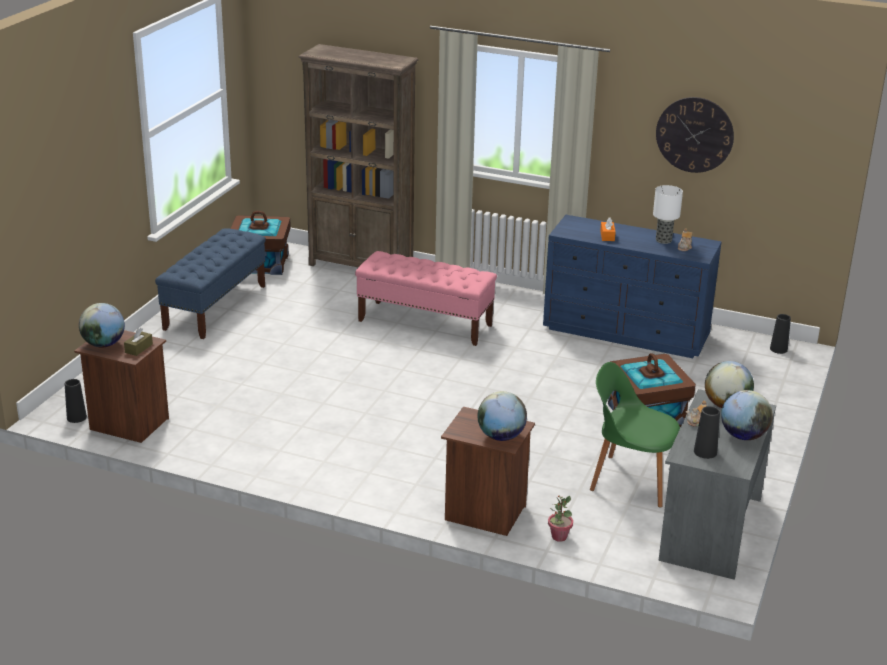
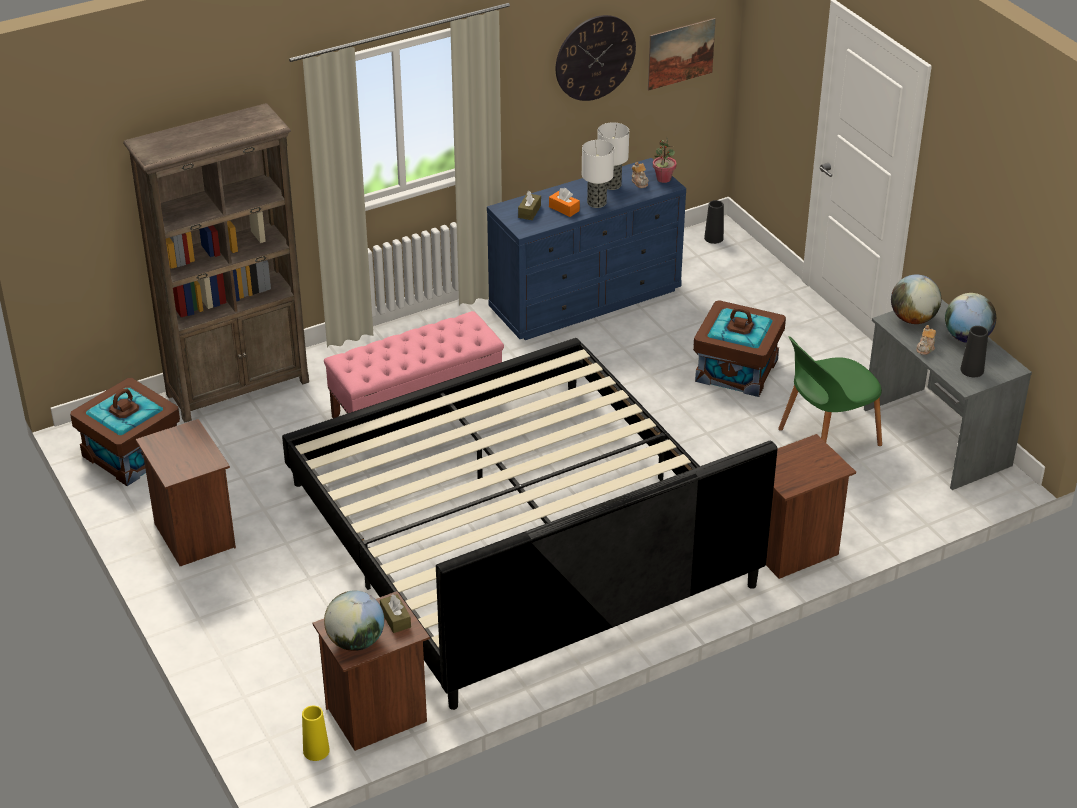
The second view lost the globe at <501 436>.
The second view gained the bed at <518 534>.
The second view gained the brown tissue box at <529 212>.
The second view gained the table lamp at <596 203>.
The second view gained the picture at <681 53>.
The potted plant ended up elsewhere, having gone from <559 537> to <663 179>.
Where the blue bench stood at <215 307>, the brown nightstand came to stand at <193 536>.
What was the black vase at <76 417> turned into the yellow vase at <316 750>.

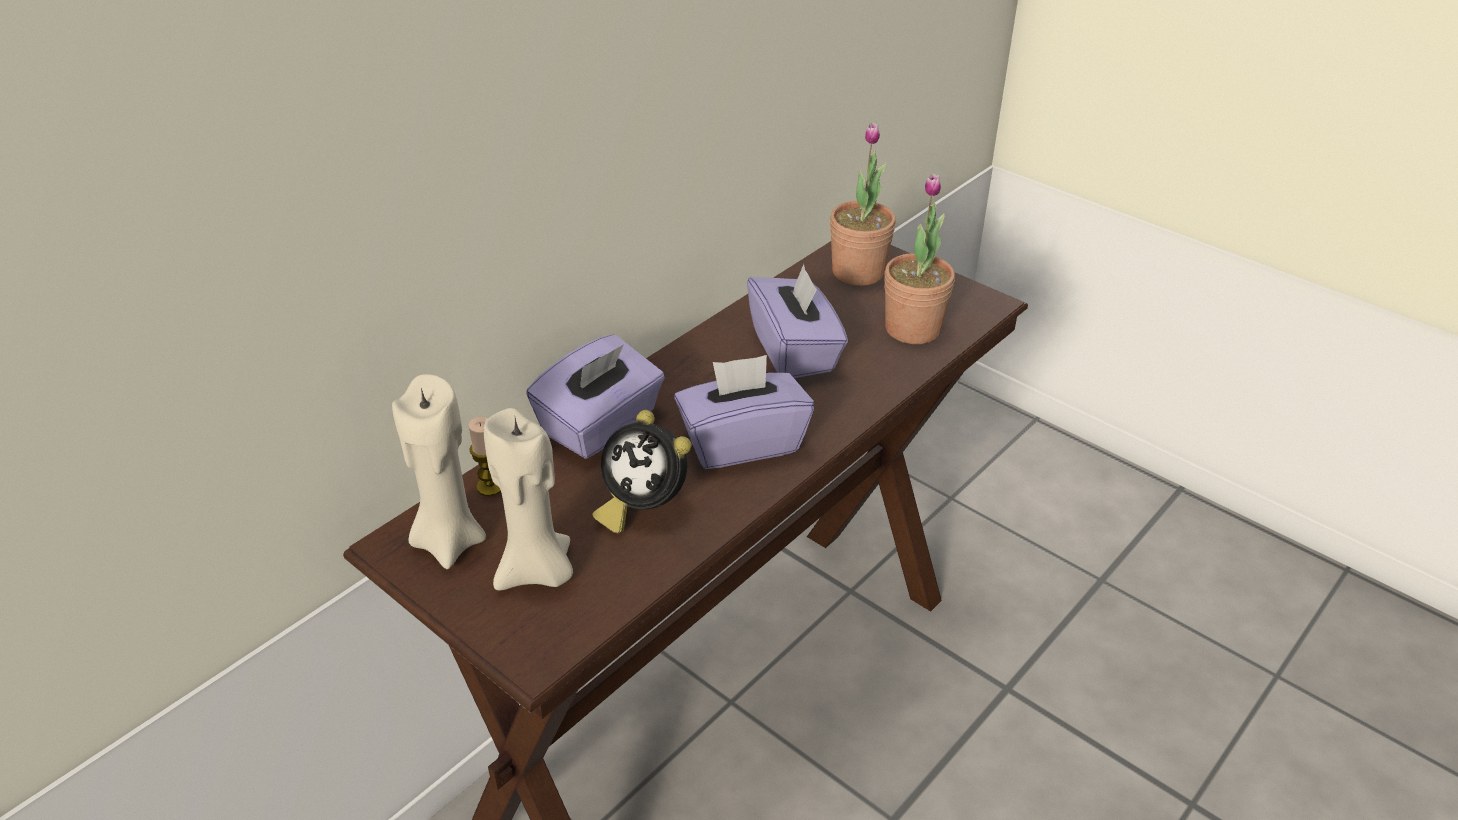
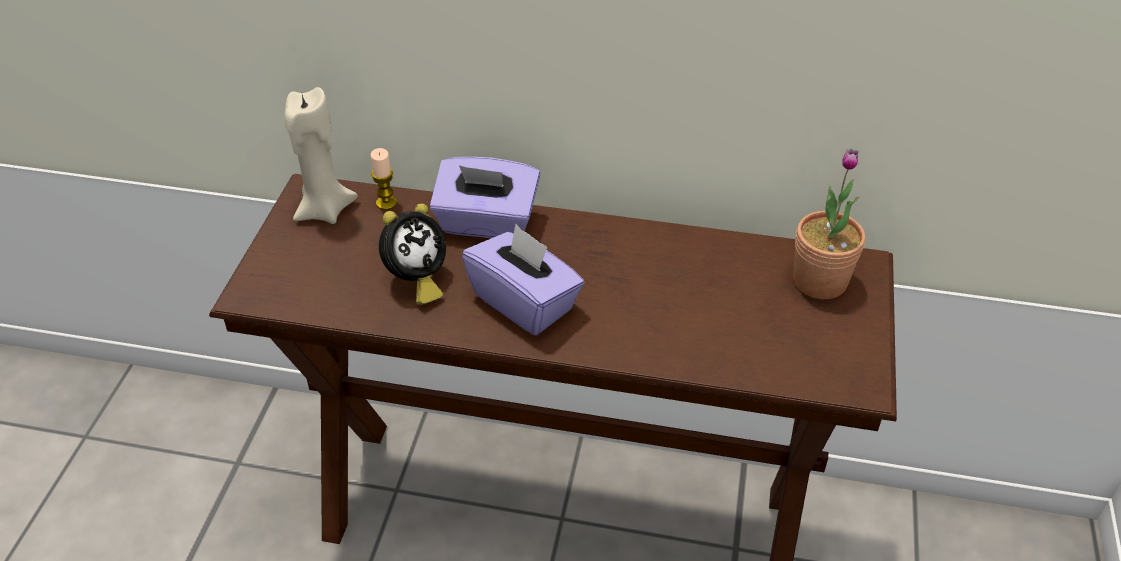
The second view lost the beige candle at <538 572>.
The second view lost the purple tissue box at <795 351>.
The second view lost the potted plant at <913 328>.
The alarm clock at <642 507> ended up facing another way, 135 degrees counterclockwise from before.

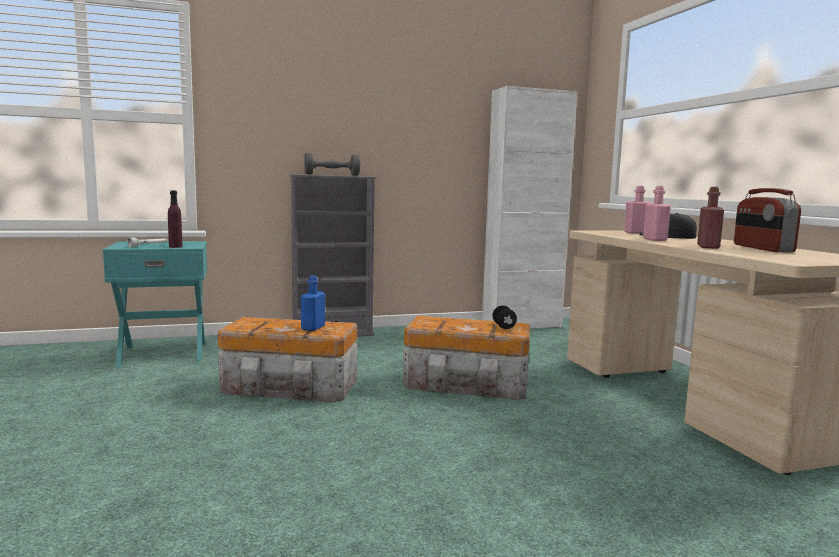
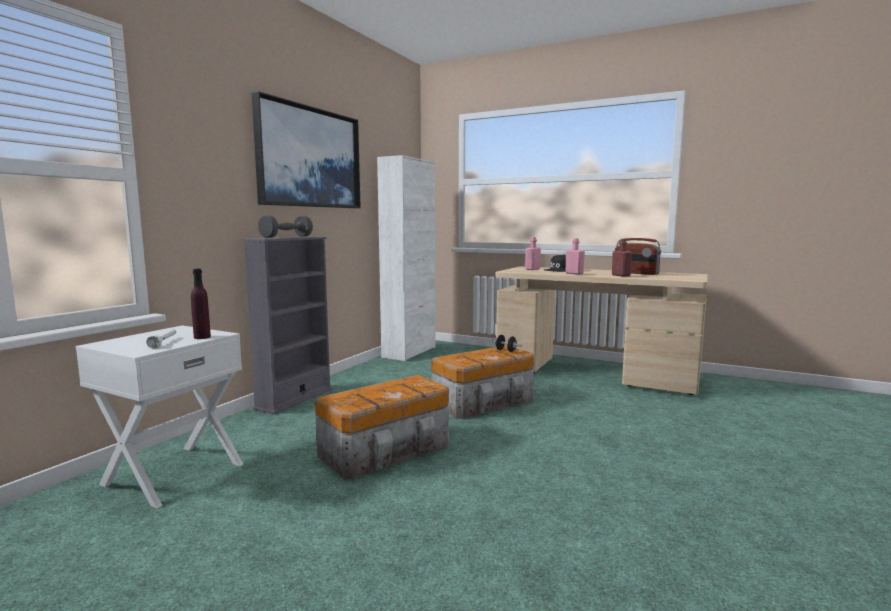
The second view lost the blue bottle at <313 328>.
The second view gained the picture at <309 158>.
What was the turquoise nightstand at <164 353> turned into the white nightstand at <173 473>.

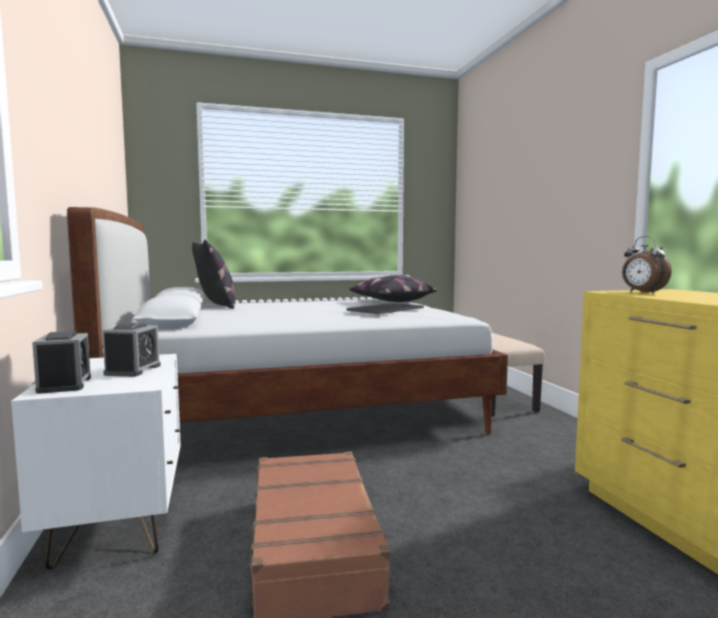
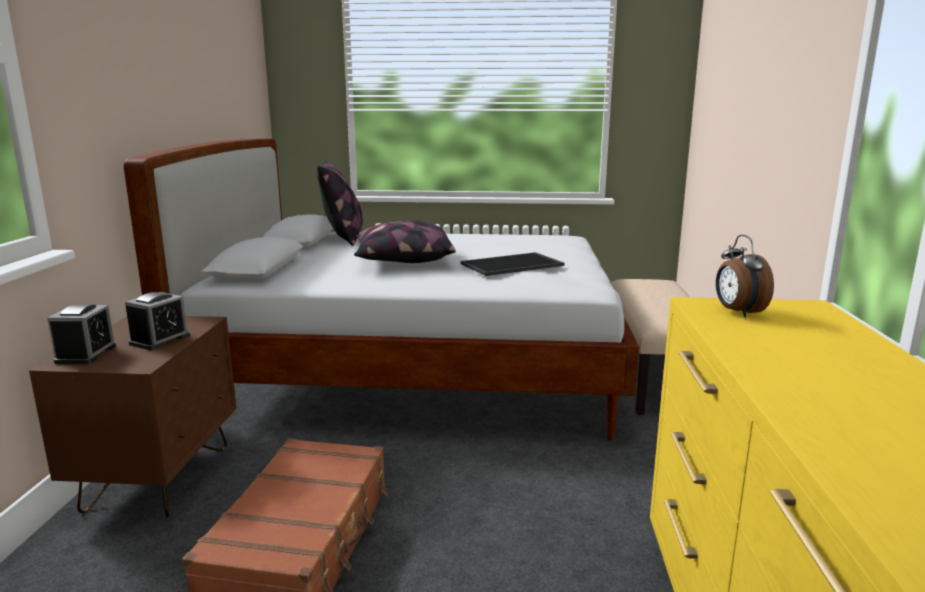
The pillow ended up elsewhere, having gone from <391 302> to <402 261>.
What was the white nightstand at <117 523> turned into the brown nightstand at <159 478>.

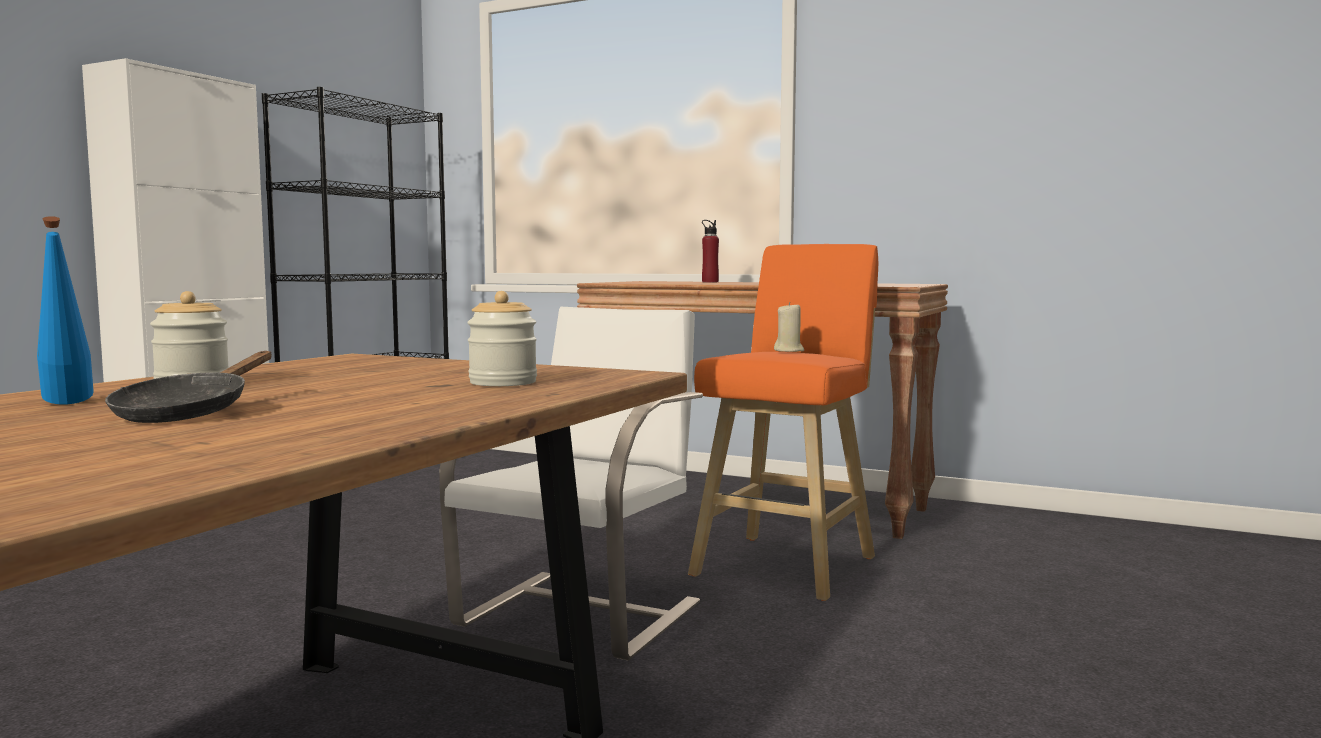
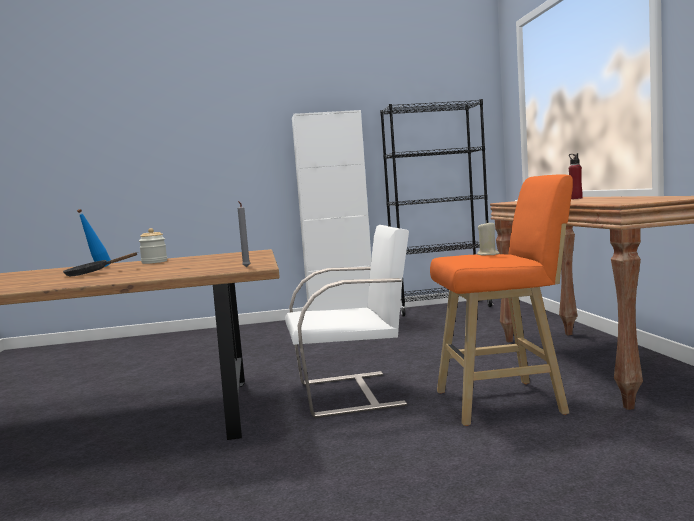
The second view lost the jar at <503 382>.
The second view gained the grey candle at <246 267>.

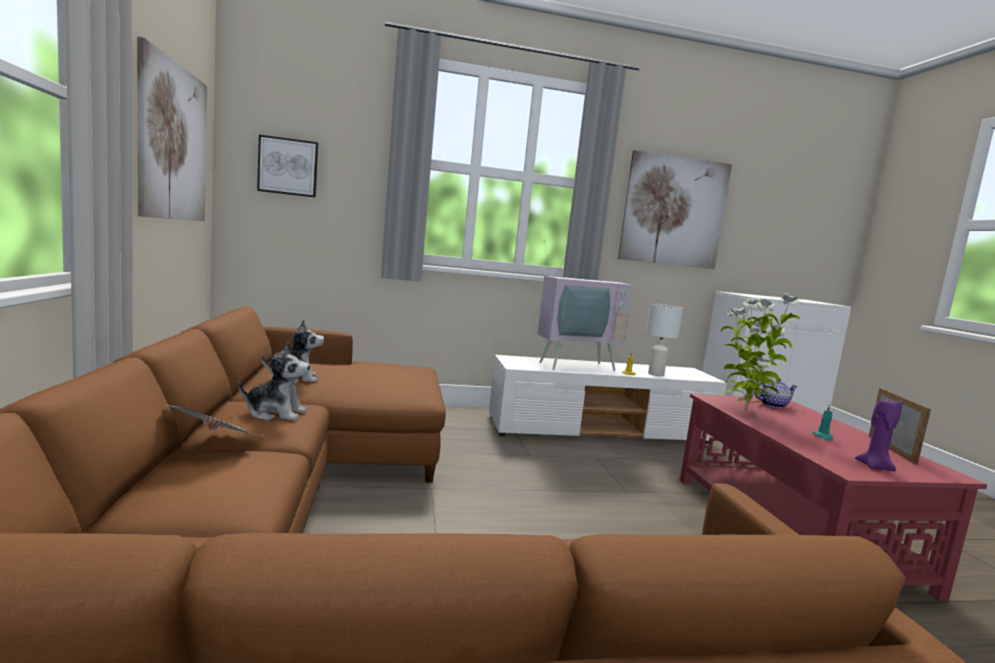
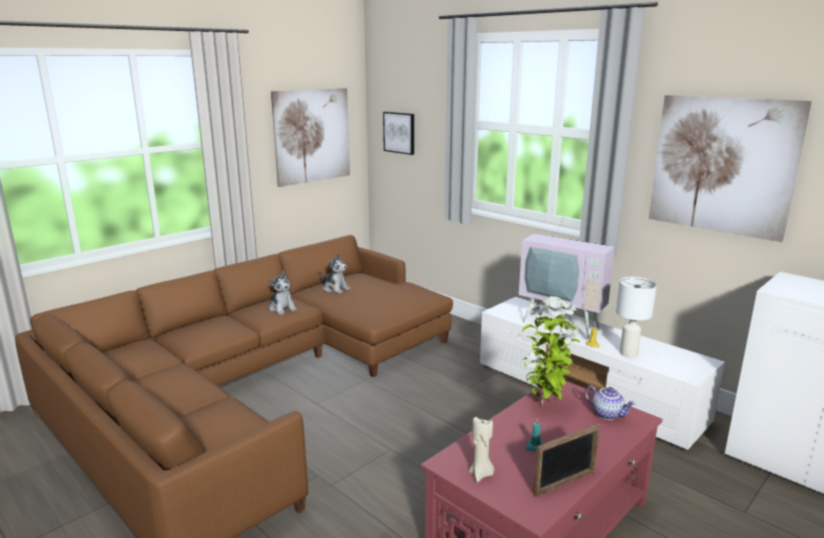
The second view lost the newspaper at <216 445>.
What was the purple candle at <874 466> turned into the beige candle at <481 474>.

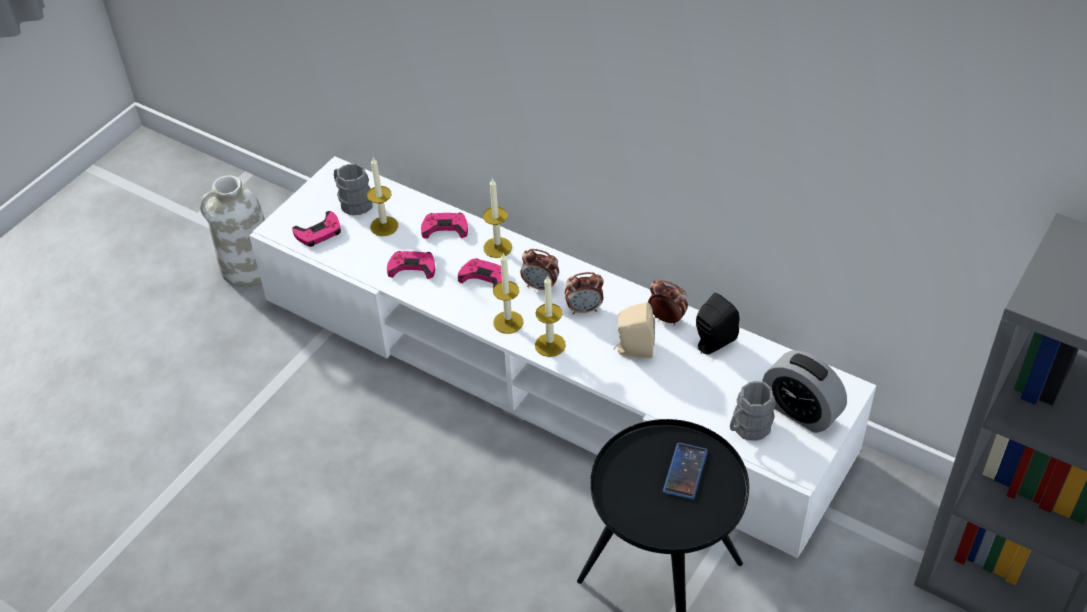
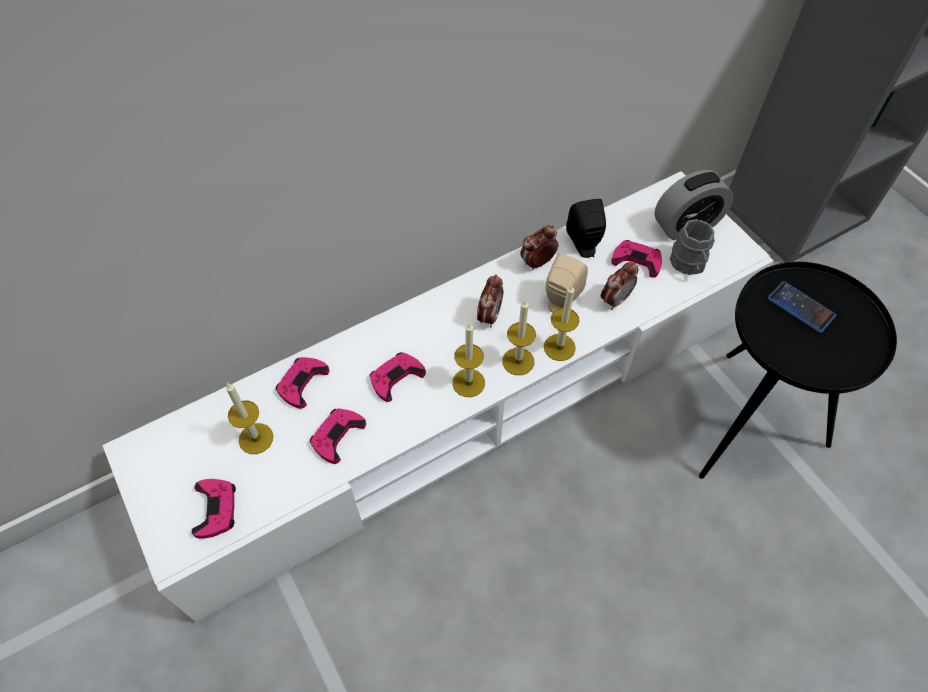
The second view lost the white vase at <249 268>.
The second view lost the grey mug at <353 202>.
The second view gained the pink game controller at <637 260>.
The candle ended up elsewhere, having gone from <497 247> to <559 347>.
The alarm clock ended up elsewhere, having gone from <540 286> to <615 300>.

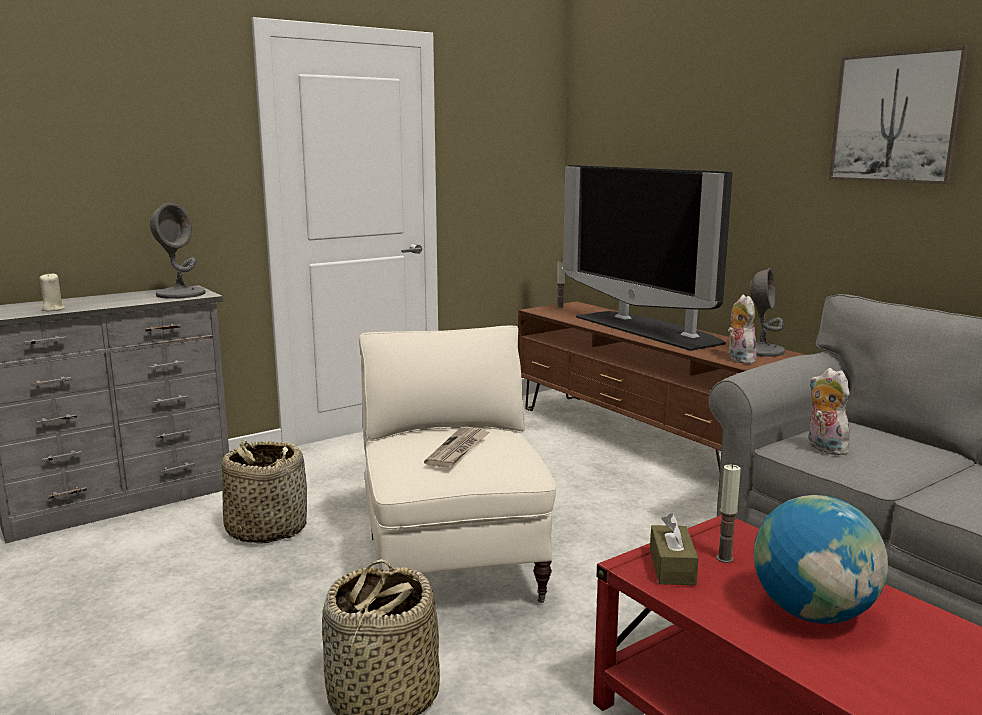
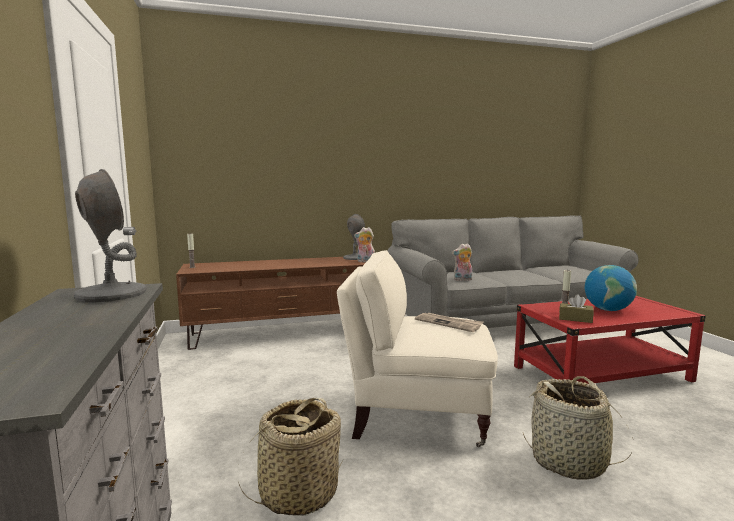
The second view lost the beige candle at <52 309>.
The second view lost the television at <648 329>.
The second view lost the picture at <896 118>.

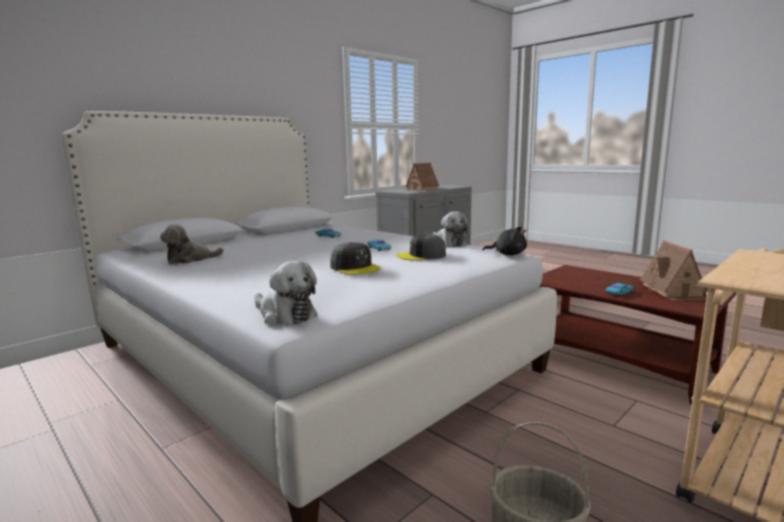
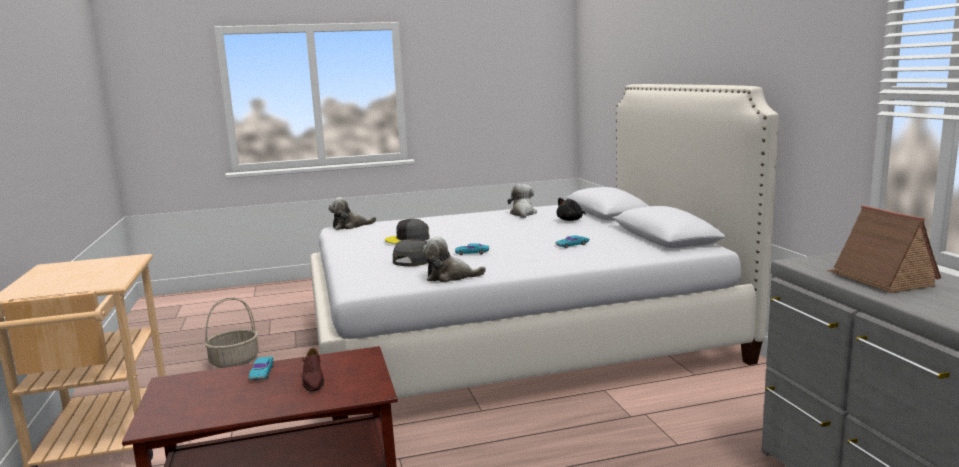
The second view lost the toy house at <673 291>.
The second view gained the brown shoe at <313 380>.
The black plush toy ended up elsewhere, having gone from <507 254> to <571 220>.

